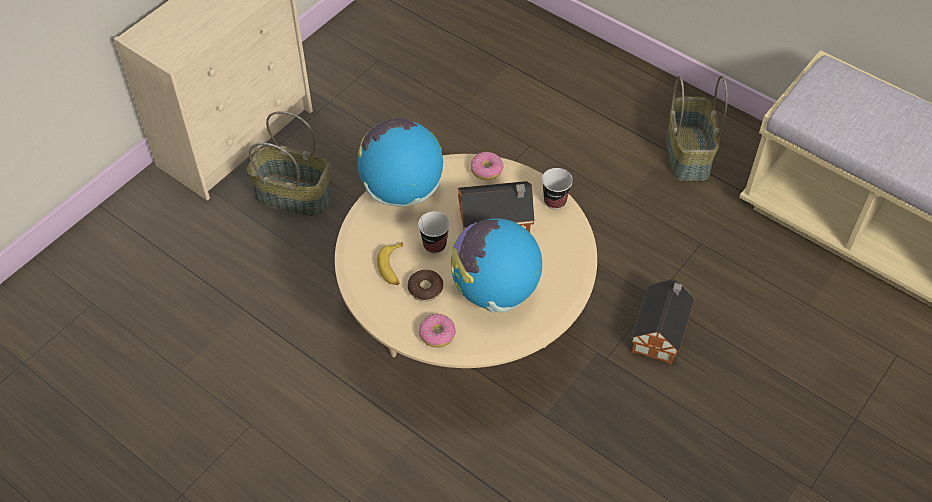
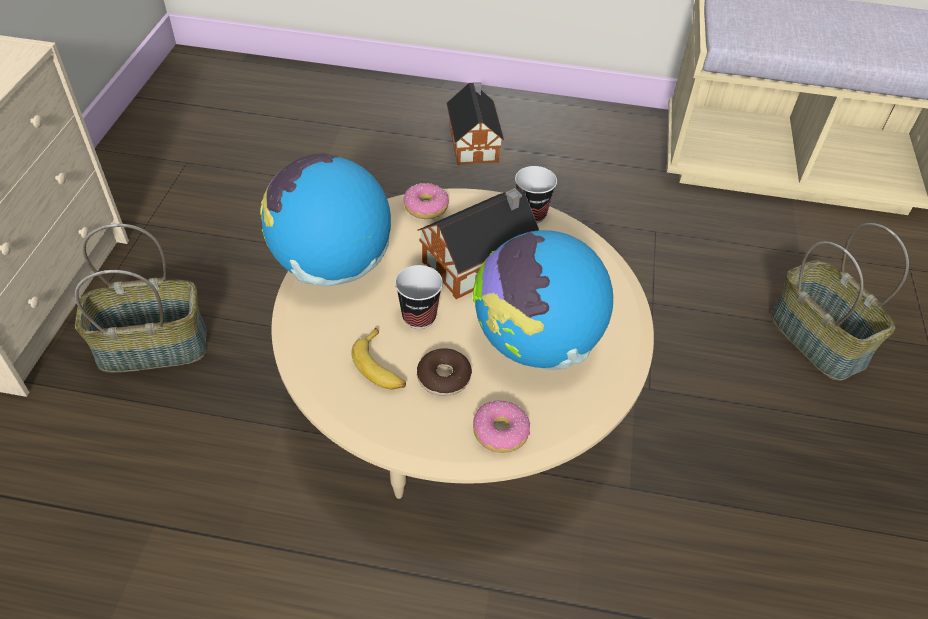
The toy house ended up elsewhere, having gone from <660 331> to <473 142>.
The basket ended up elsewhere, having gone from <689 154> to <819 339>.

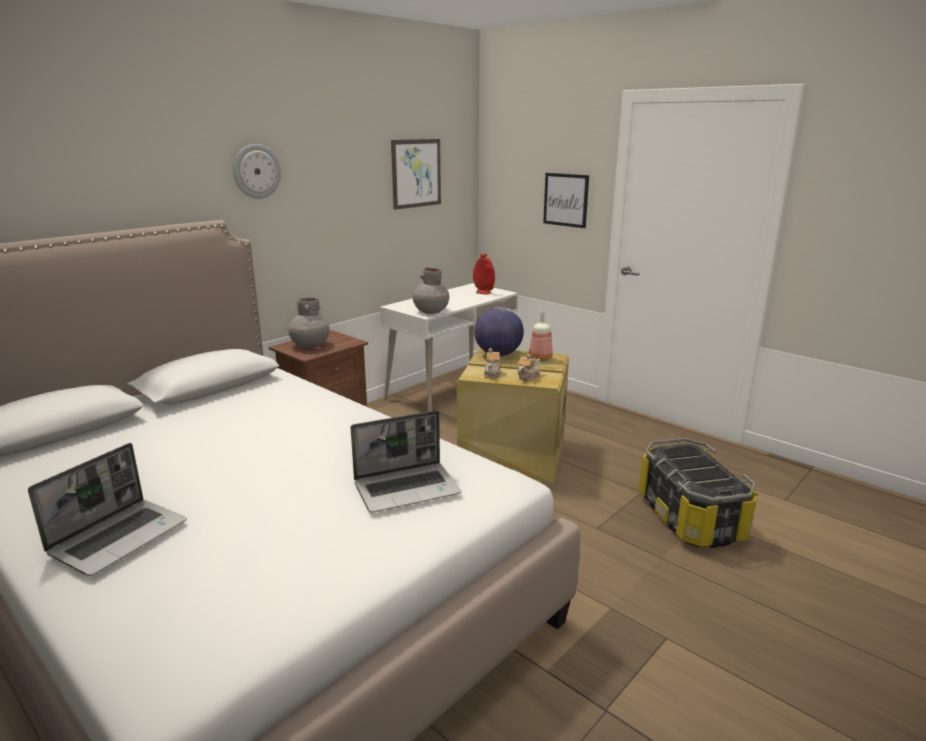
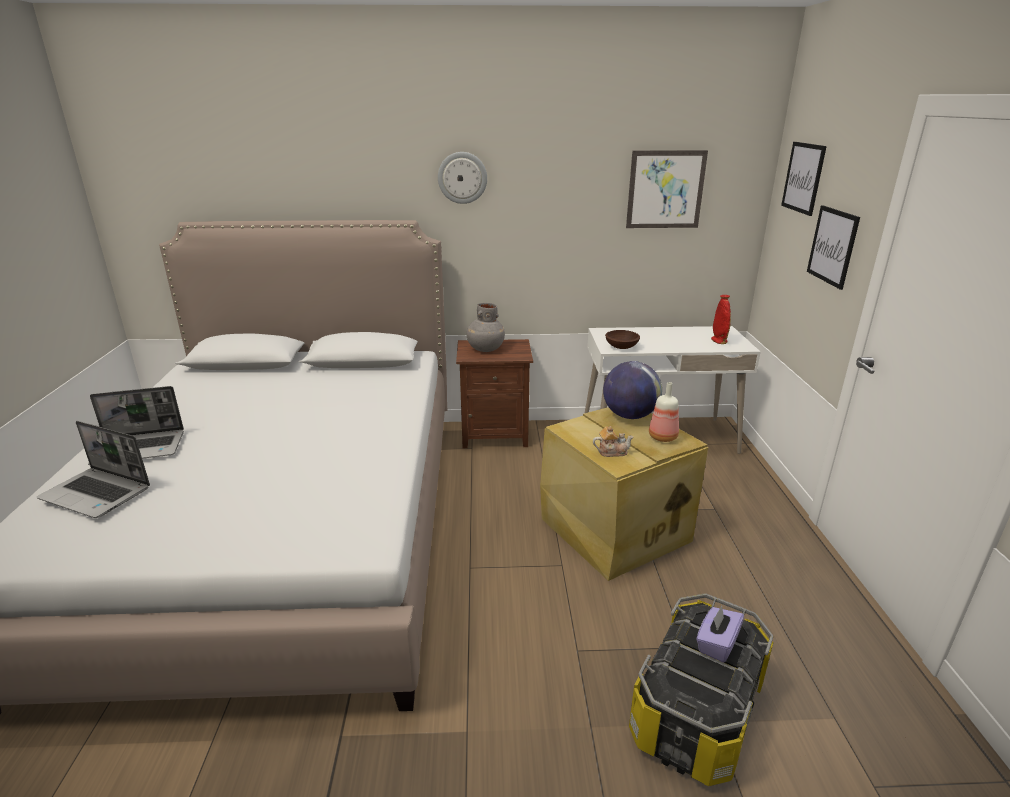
The second view lost the teapot at <492 374>.
The second view gained the purple tissue box at <716 644>.
The second view gained the picture at <803 177>.
The laptop ended up elsewhere, having gone from <408 488> to <97 494>.
Where the grey vase stood at <430 311>, the brown bowl came to stand at <621 347>.

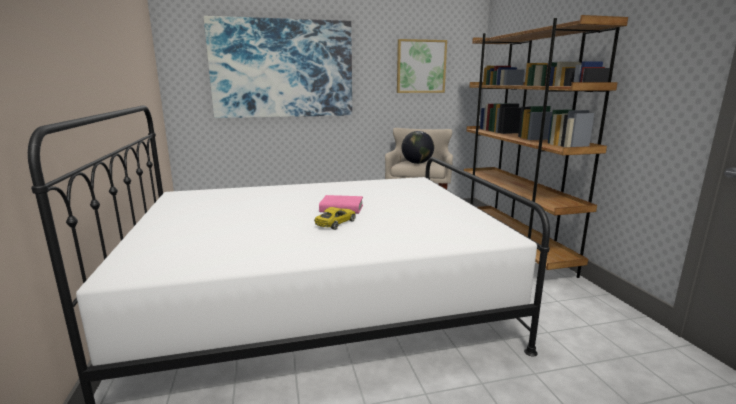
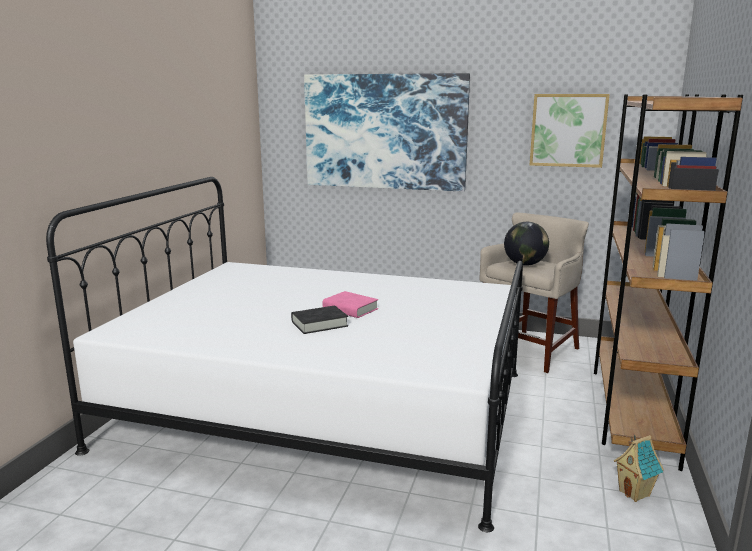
The second view gained the toy house at <635 493>.
Where the yellow toy car stood at <335 223>, the black book came to stand at <319 324>.

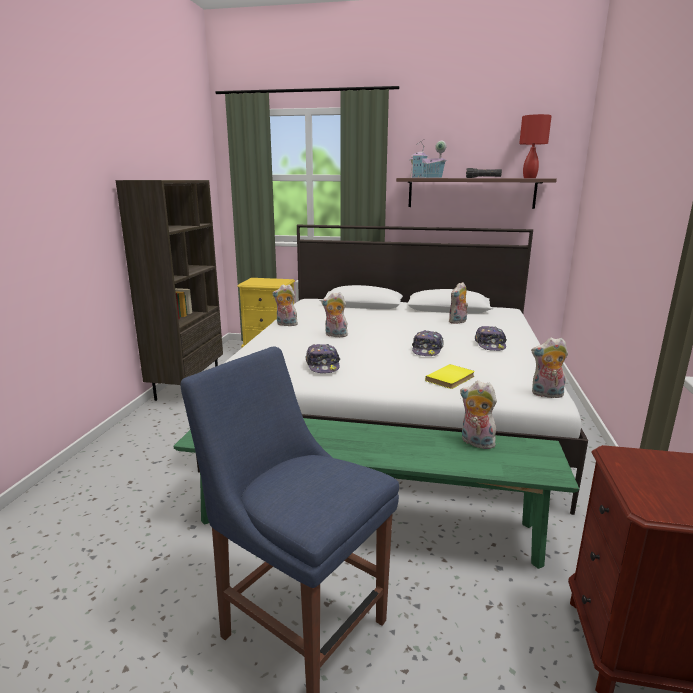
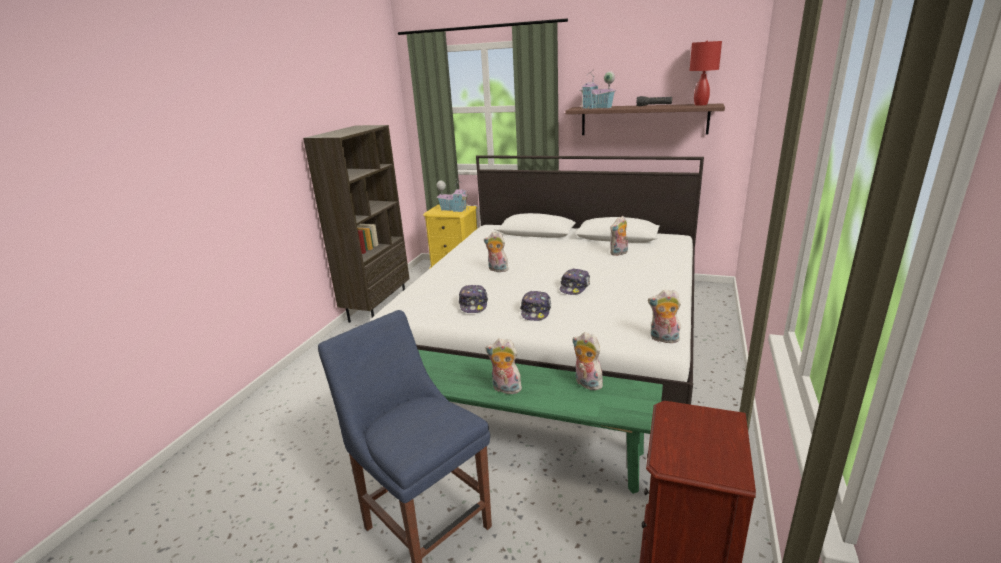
The second view lost the yellow book at <451 379>.
The second view gained the toy house at <454 209>.
The plush toy ended up elsewhere, having gone from <286 324> to <505 389>.
The cap ended up elsewhere, having gone from <490 345> to <536 311>.

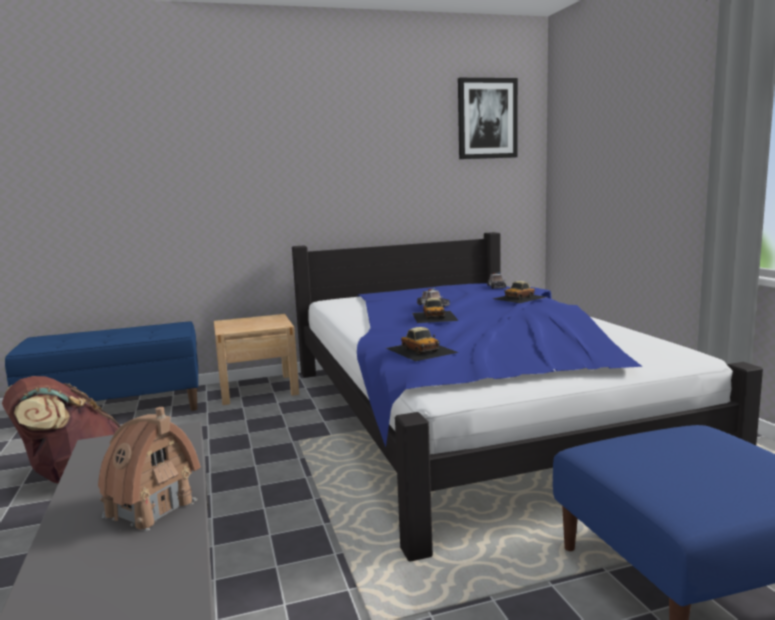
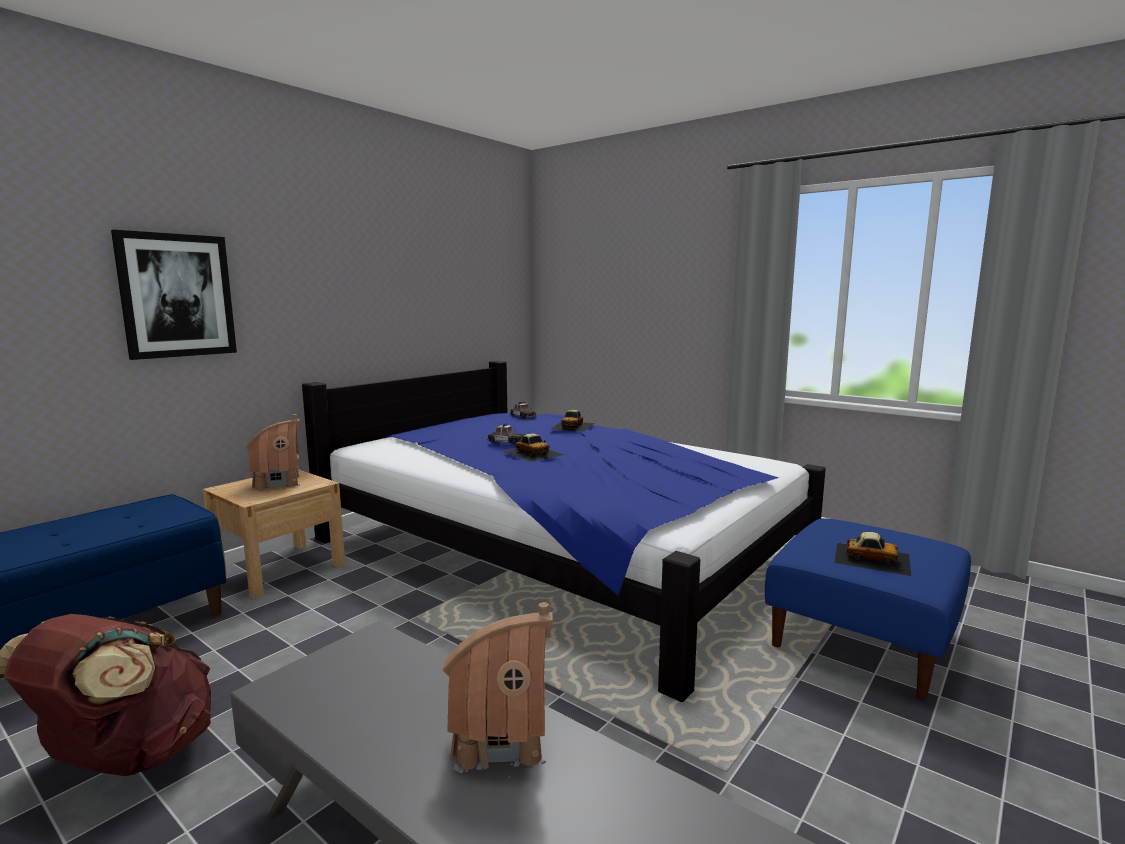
The second view gained the toy house at <278 483>.
The toy car ended up elsewhere, having gone from <421 350> to <871 558>.
The picture ended up elsewhere, having gone from <487 118> to <177 295>.

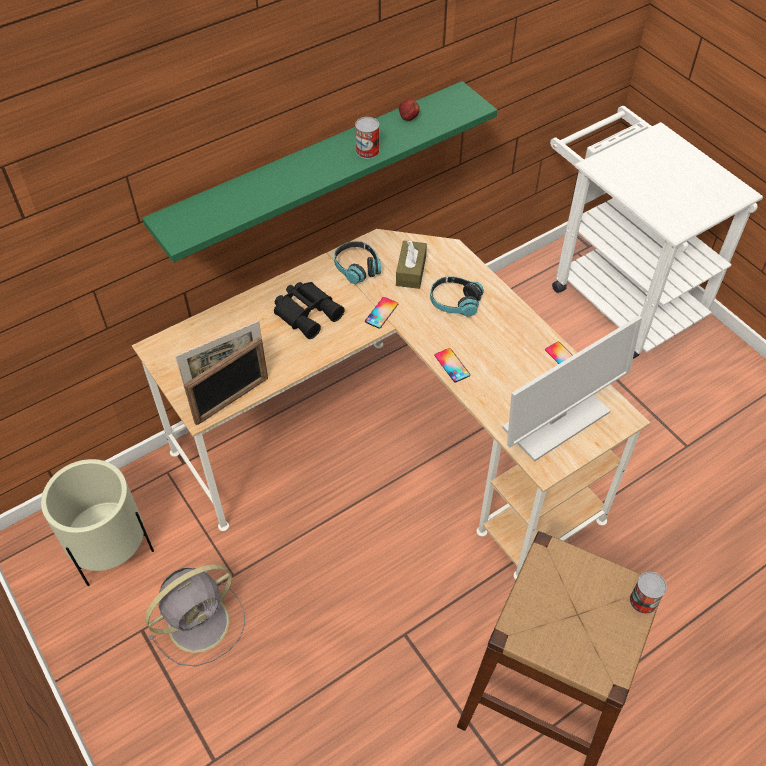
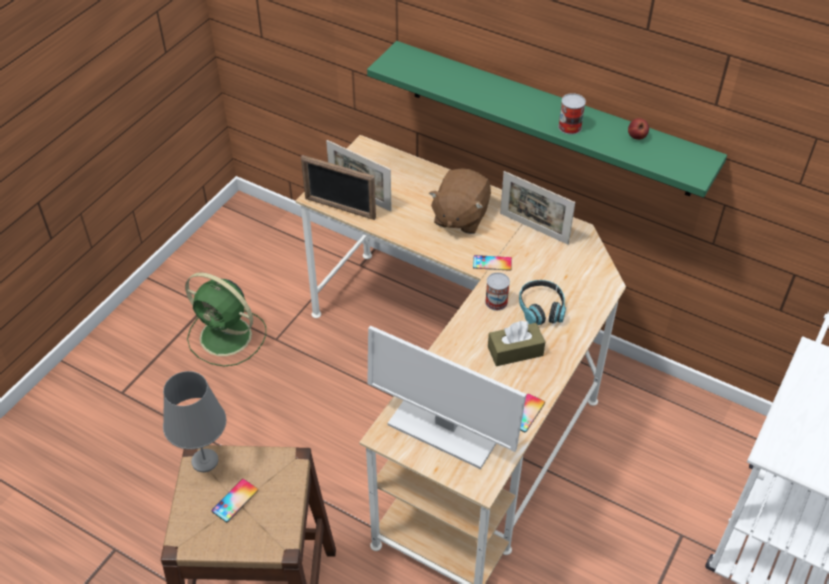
The second view lost the beige planter at <113 552>.
The second view gained the grey table lamp at <204 461>.
The brown tissue box ended up elsewhere, having gone from <411 271> to <515 351>.
The phone ended up elsewhere, having gone from <452 365> to <235 500>.
The can ended up elsewhere, having gone from <643 601> to <496 302>.
Where the black binoculars stood at <308 312>, the brown plush toy came to stand at <460 217>.
Where the headphones stood at <357 267>, the picture frame came to stand at <533 228>.
What was the grey fan at <201 621> turned into the green fan at <228 337>.

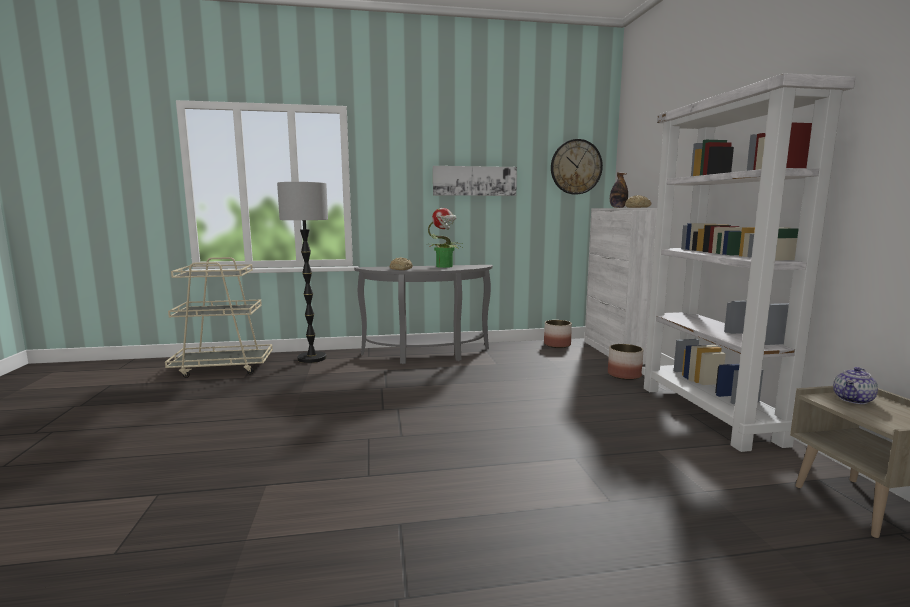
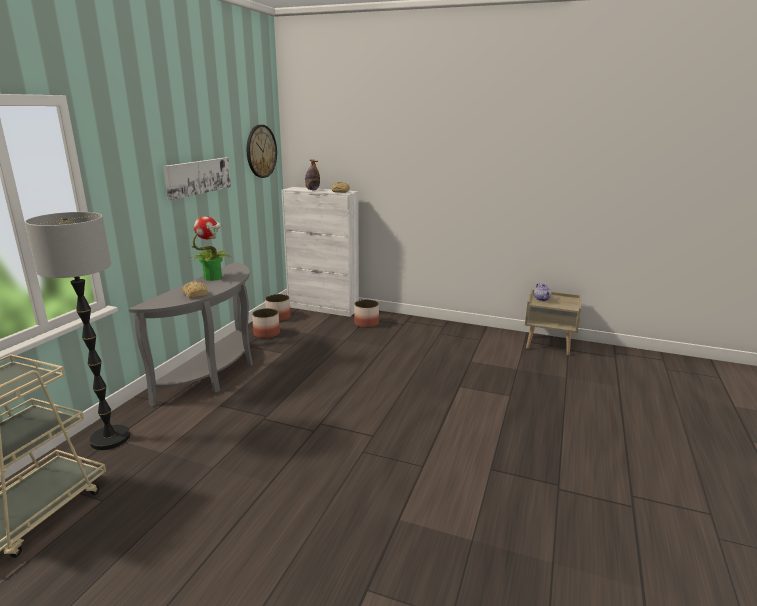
The second view lost the white bookcase at <710 414>.
The second view gained the planter at <267 333>.

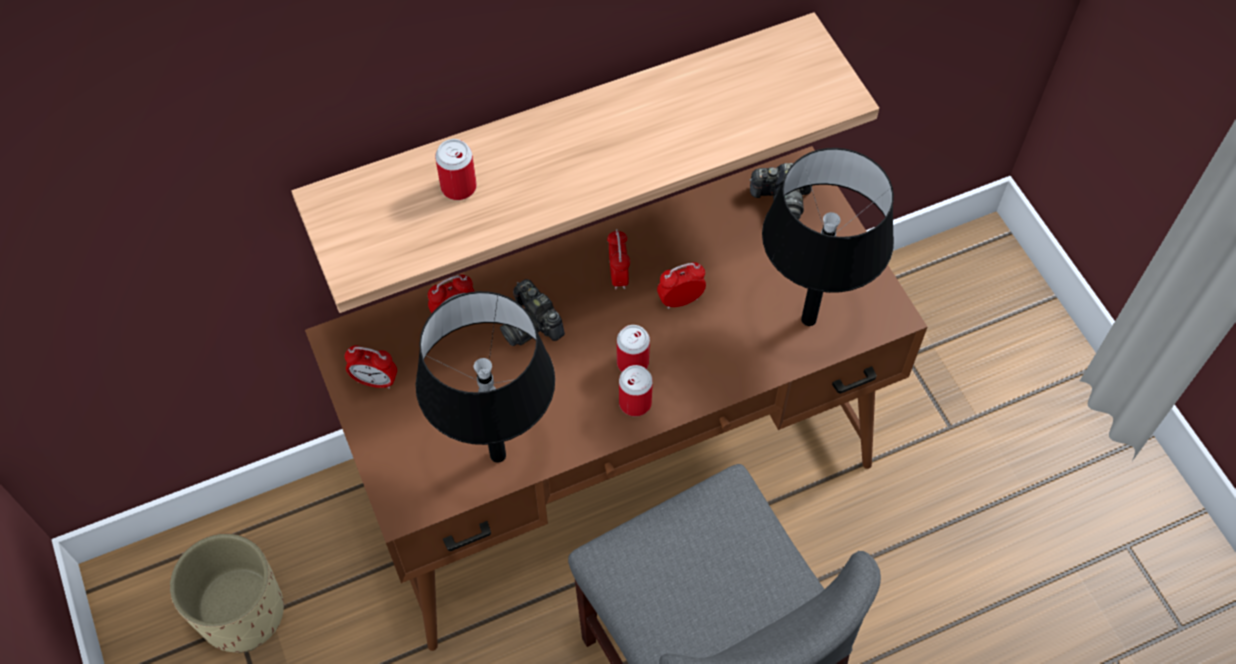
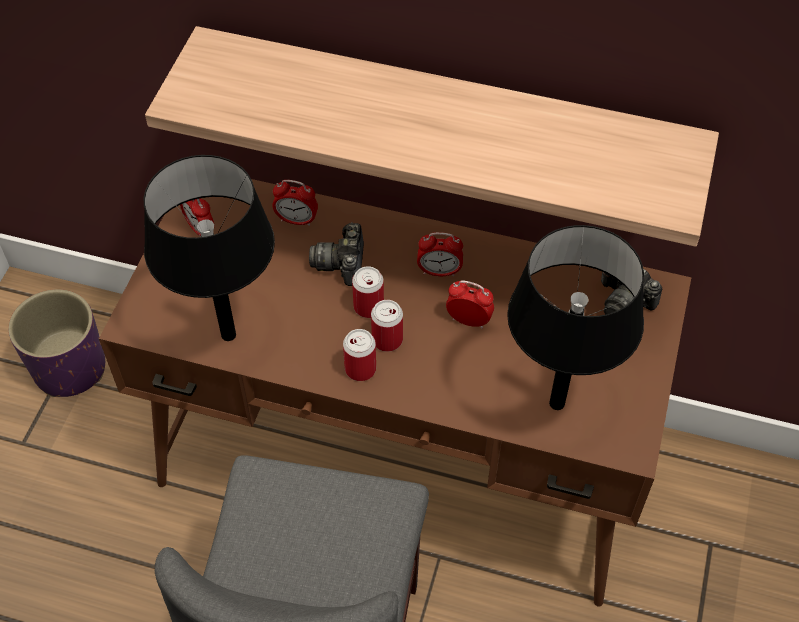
The can ended up elsewhere, having gone from <458 187> to <368 306>.
What was the beige planter at <242 611> turned into the purple planter at <70 367>.
The alarm clock at <618 275> ended up facing another way, 60 degrees clockwise from before.

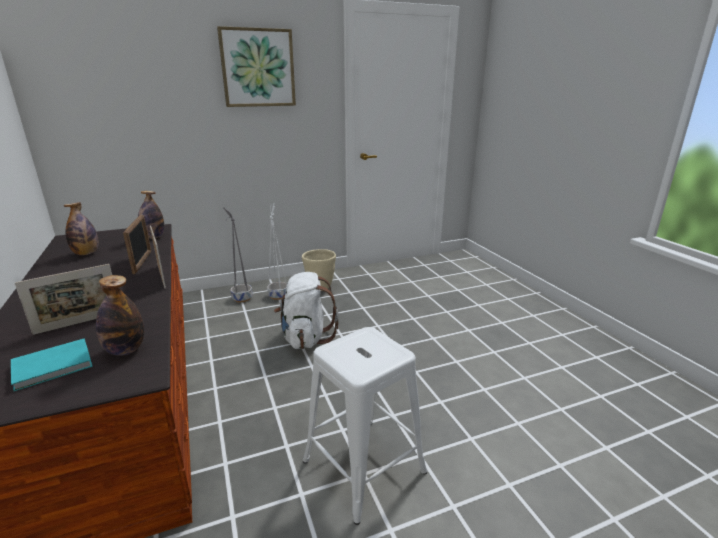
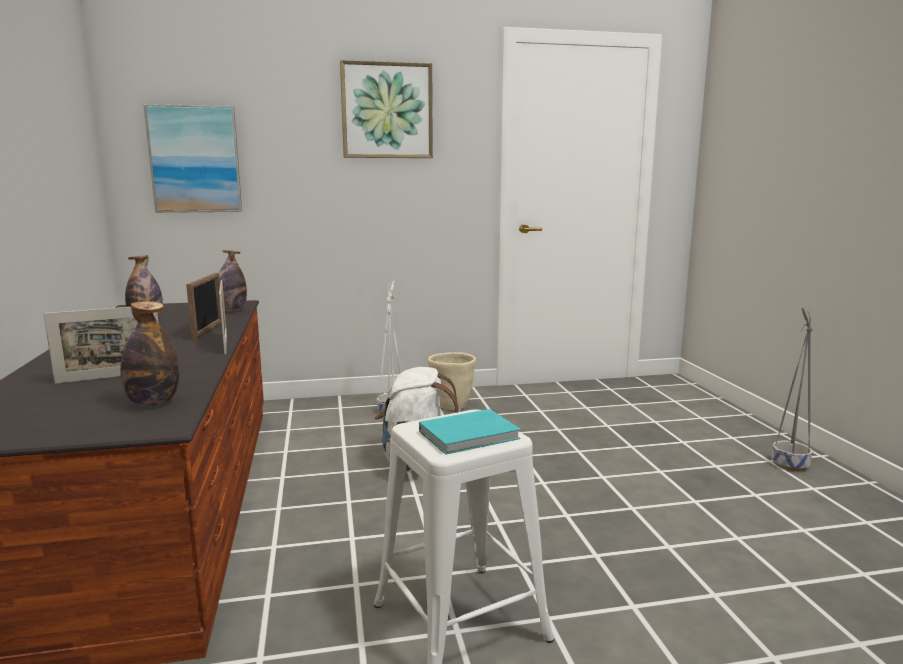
The second view gained the picture at <195 159>.
The turquoise book ended up elsewhere, having gone from <55 366> to <471 435>.
The grey planter ended up elsewhere, having gone from <241 298> to <789 465>.

